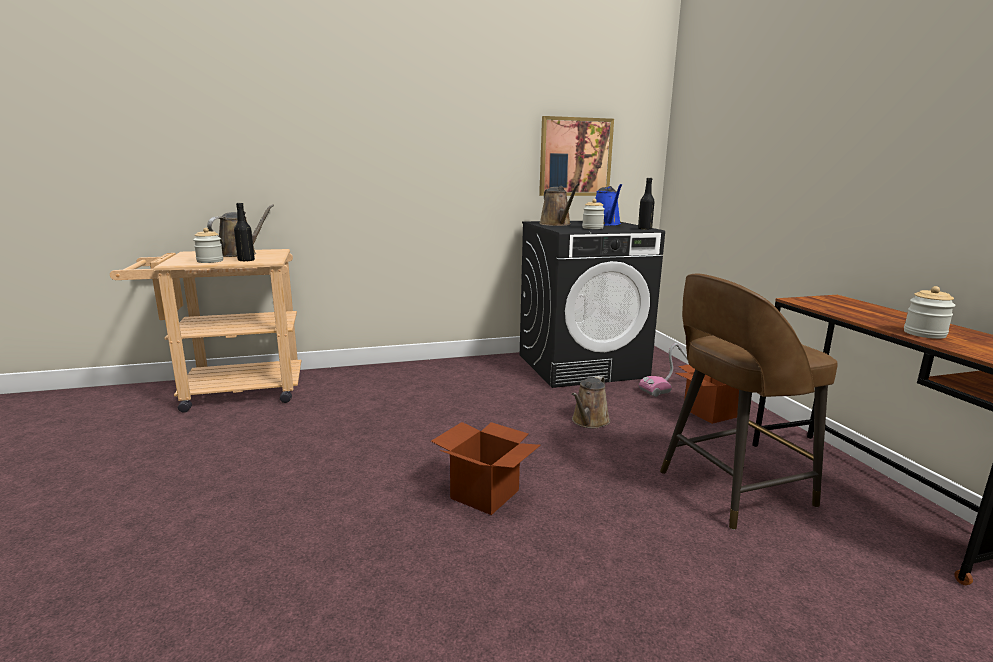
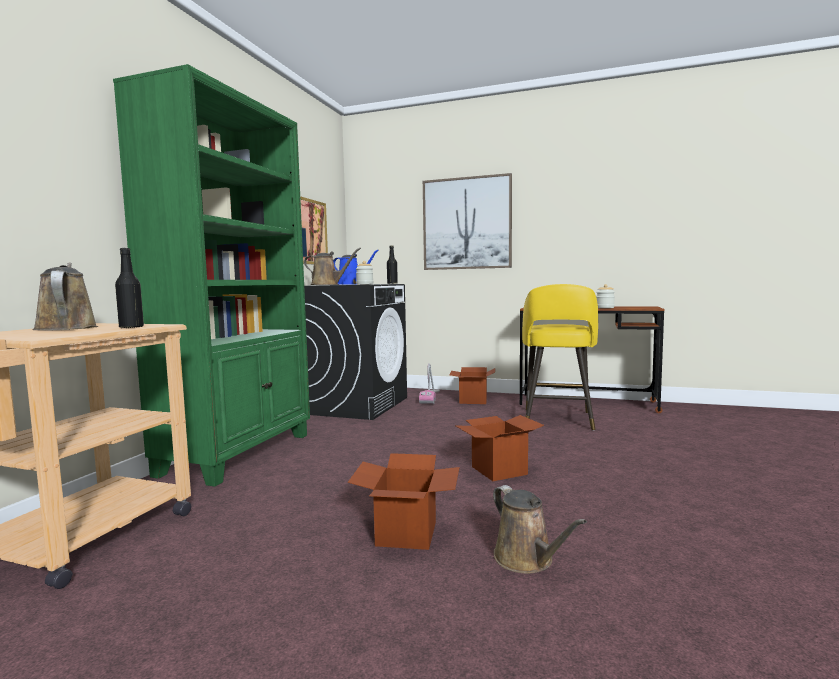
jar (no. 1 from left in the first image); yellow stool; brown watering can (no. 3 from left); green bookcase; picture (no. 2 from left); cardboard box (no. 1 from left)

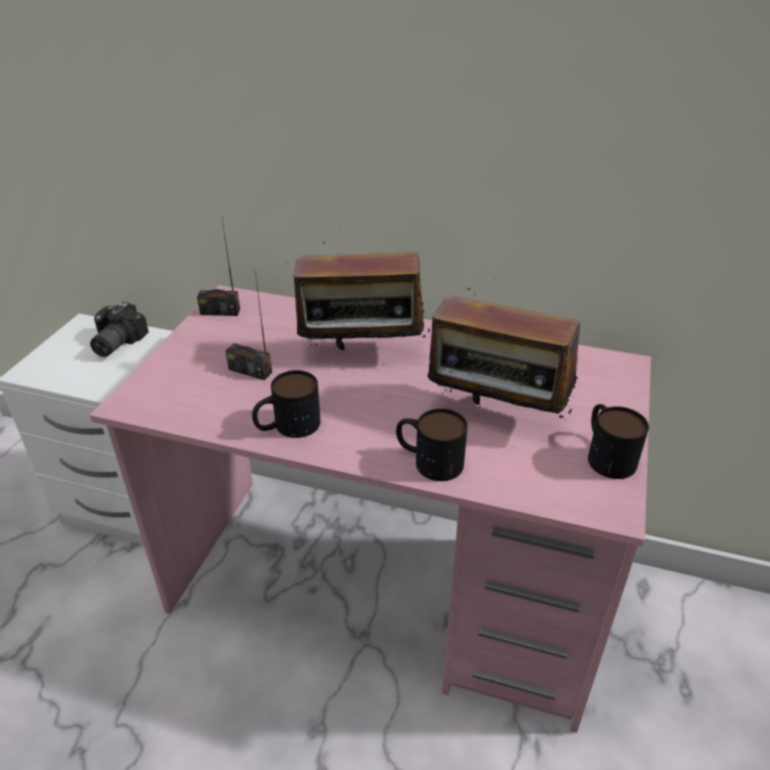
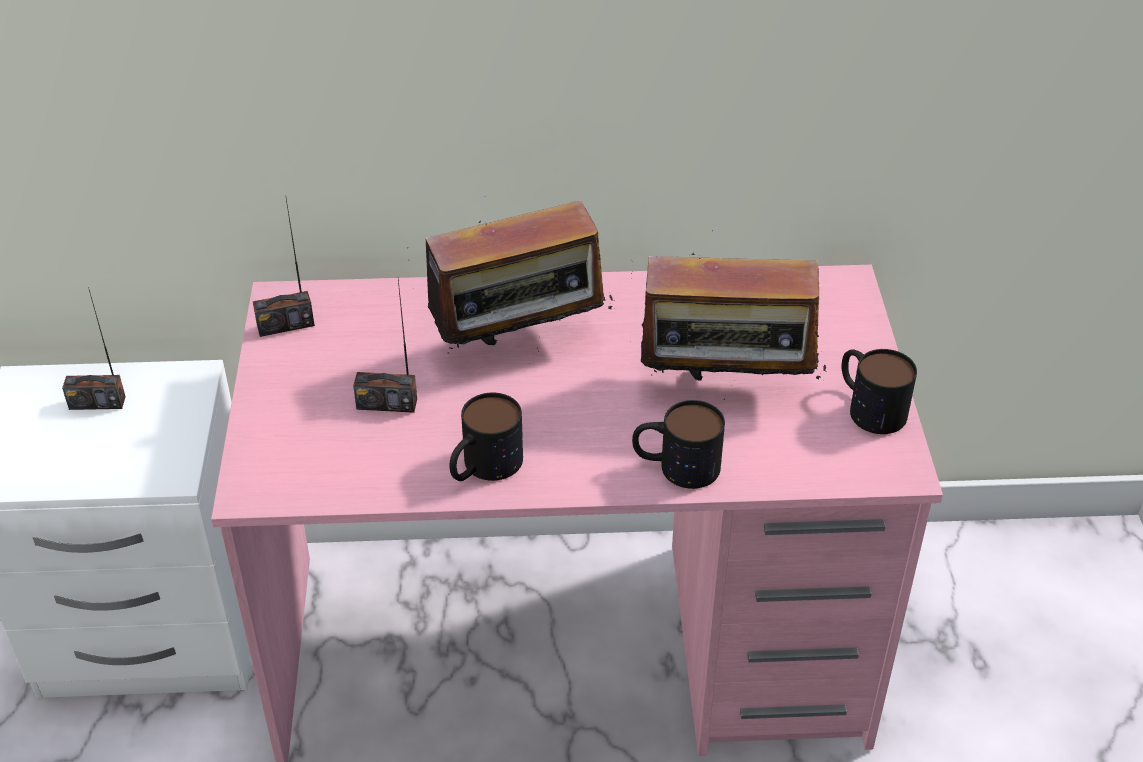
radio (no. 1 from left)

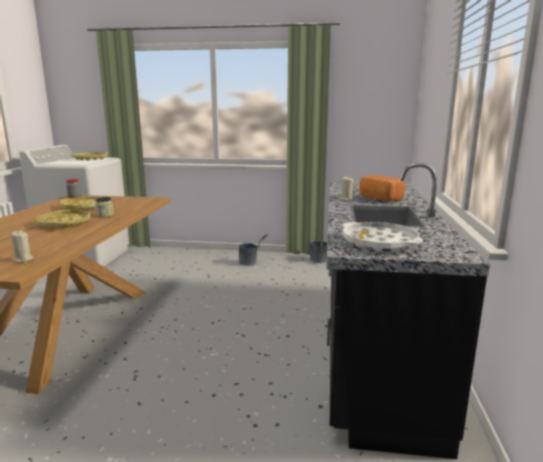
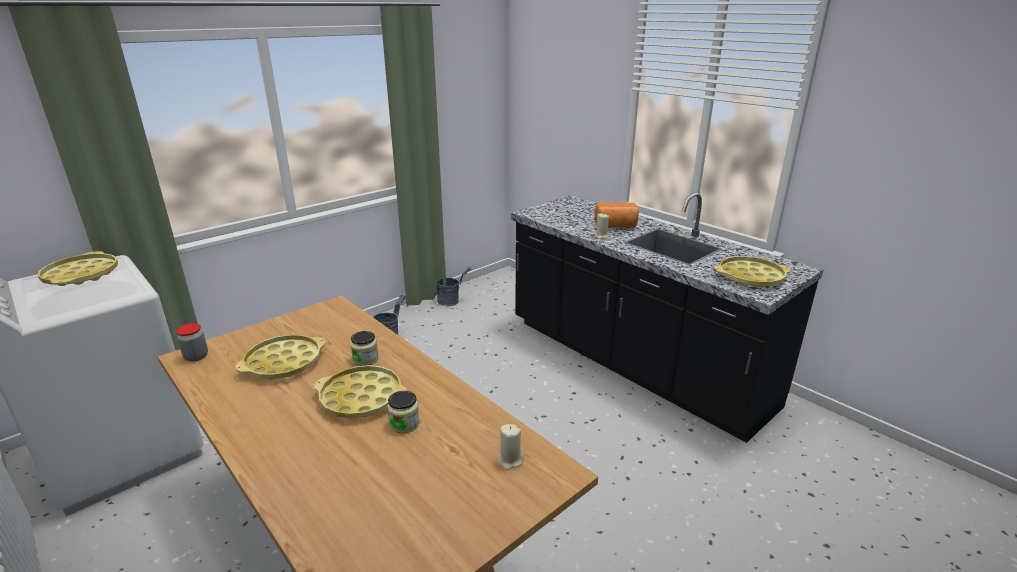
yellow tray (no. 4 from left); jar (no. 3 from left)

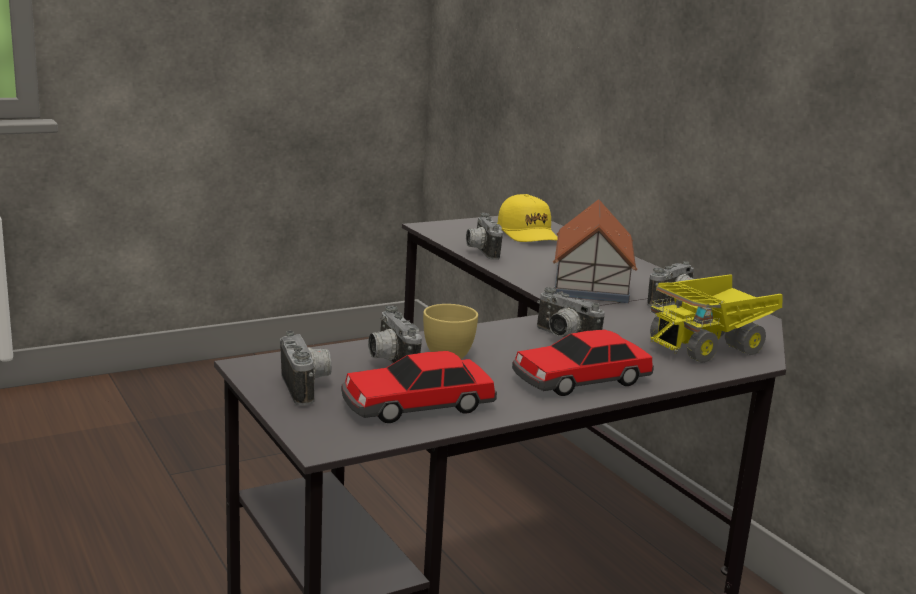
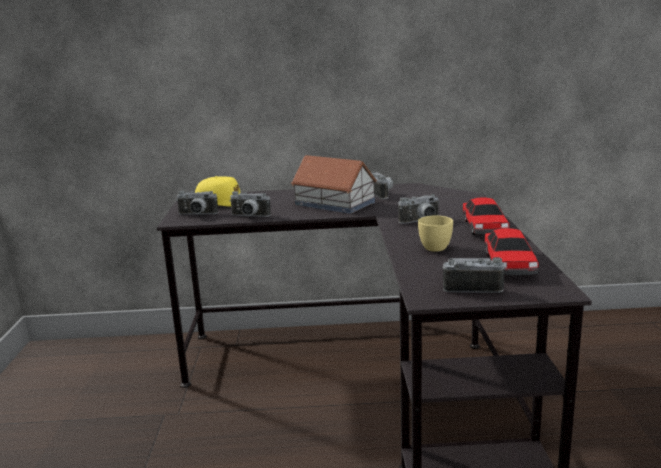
toy truck; photo camera (no. 1 from left)

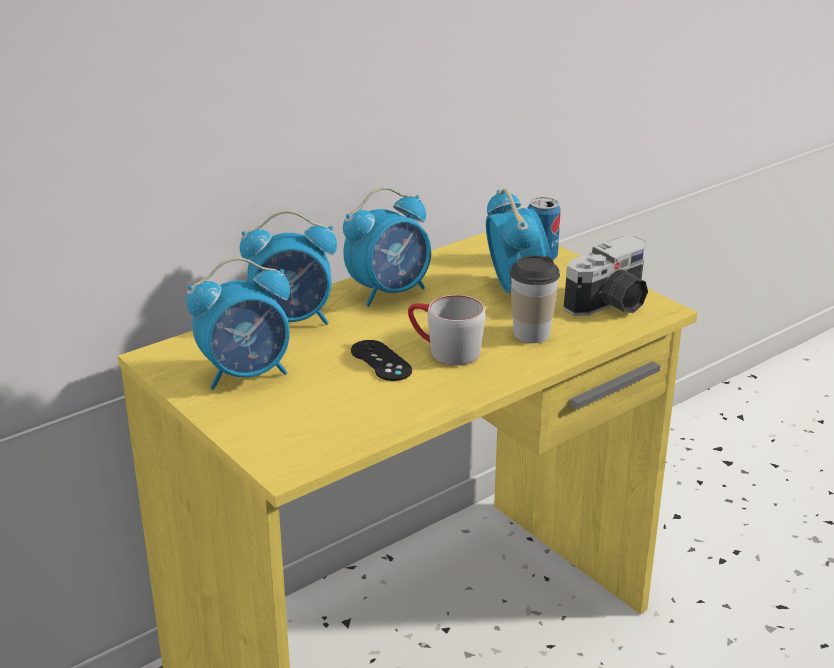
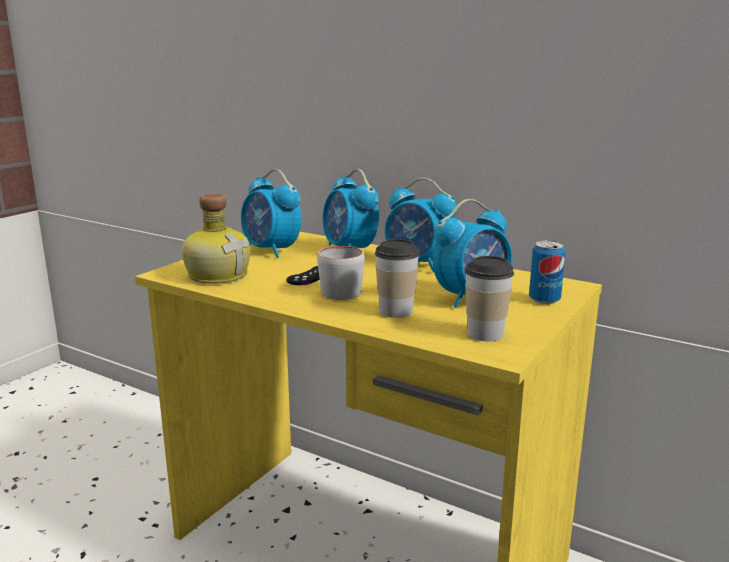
cup (no. 2 from left); bottle

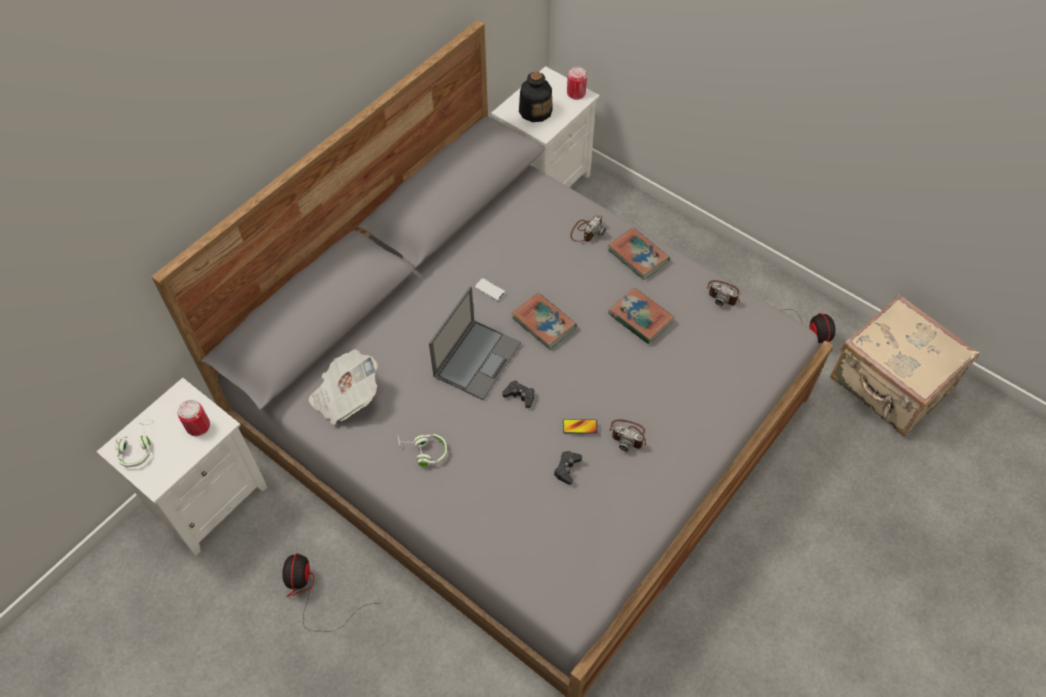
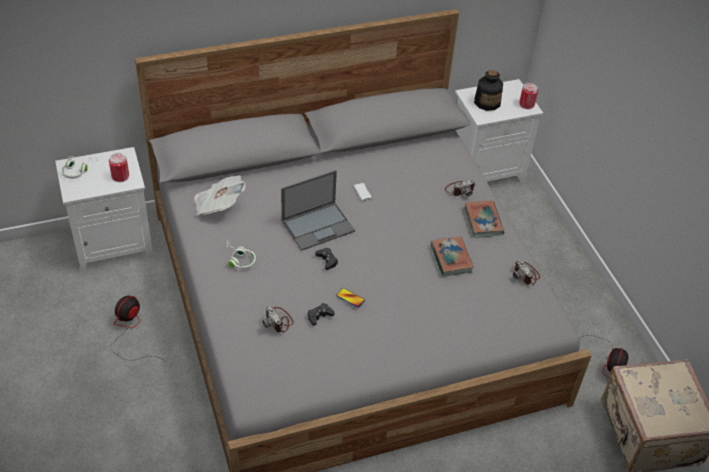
book (no. 1 from left in the first image); photo camera (no. 1 from left)

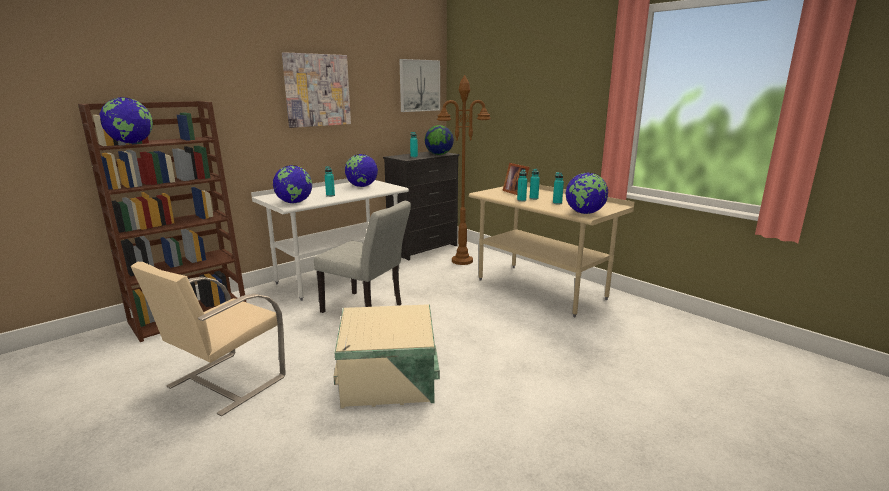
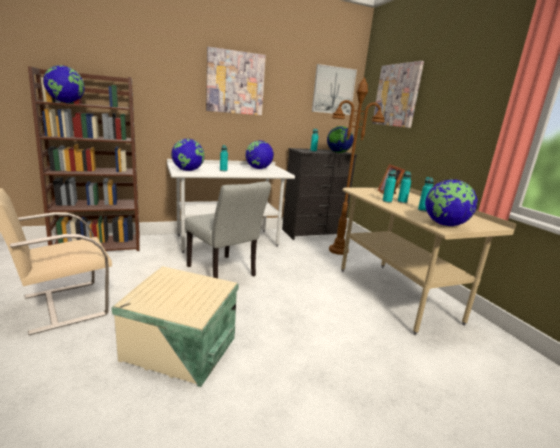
picture (no. 3 from left)

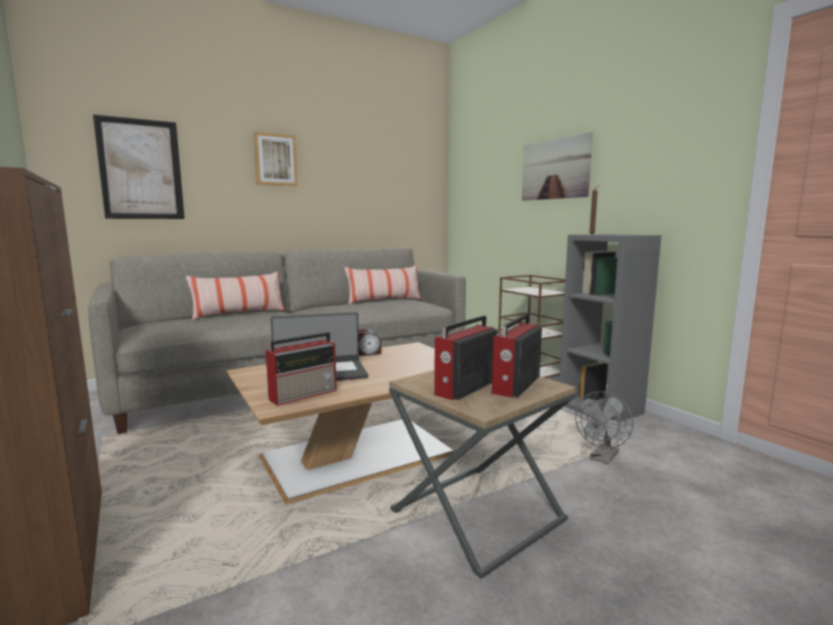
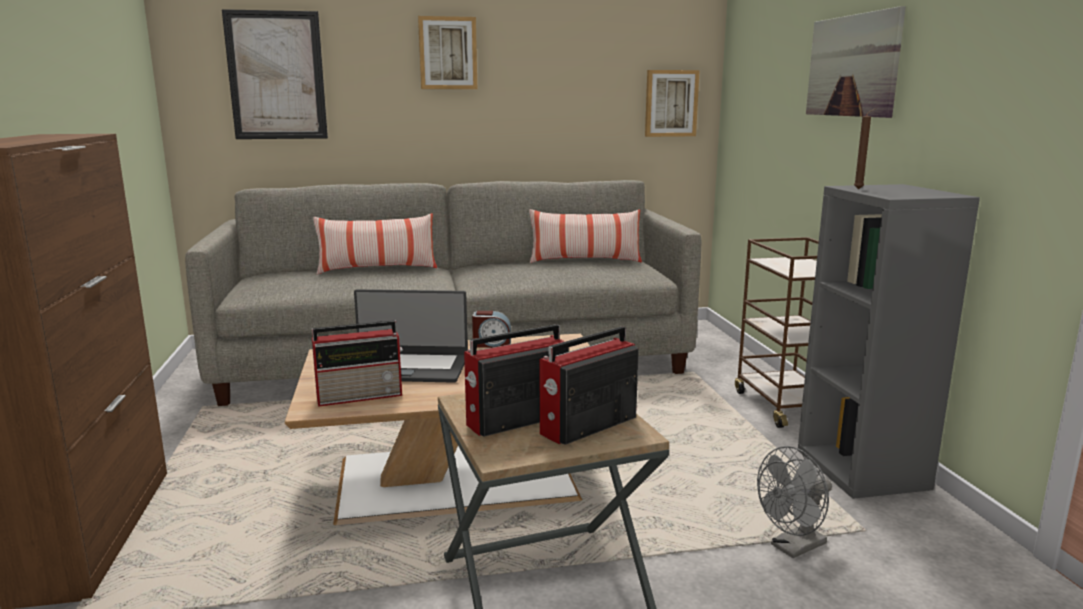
picture (no. 3 from left)

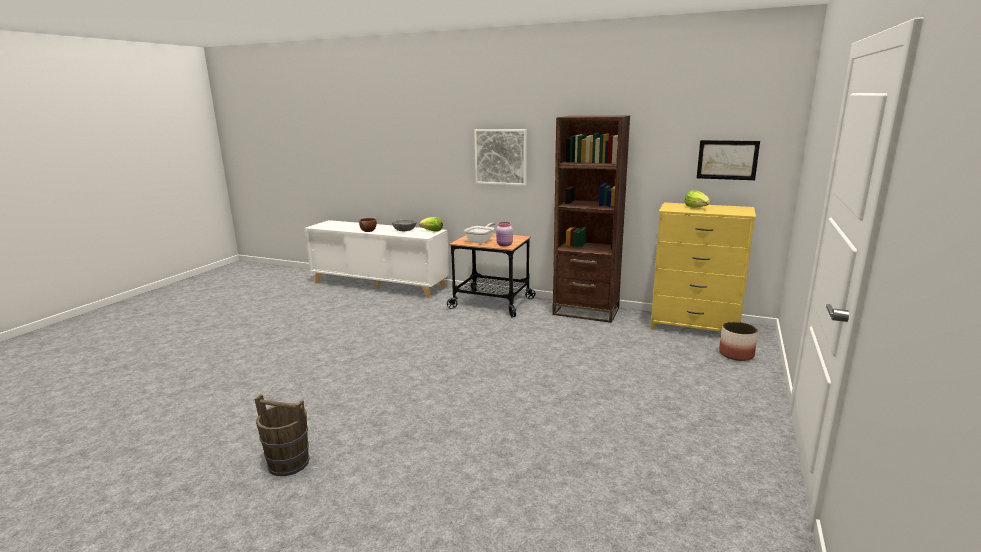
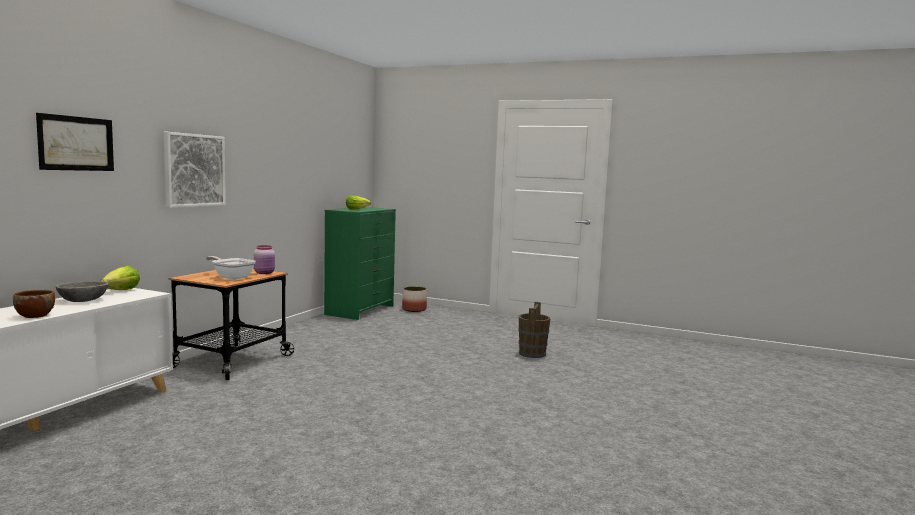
brown bookcase; picture (no. 1 from left); green dresser; brown bucket

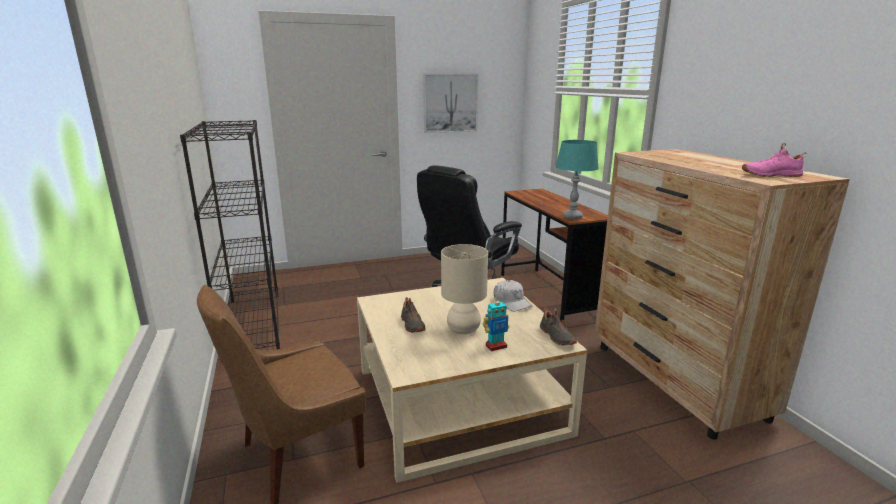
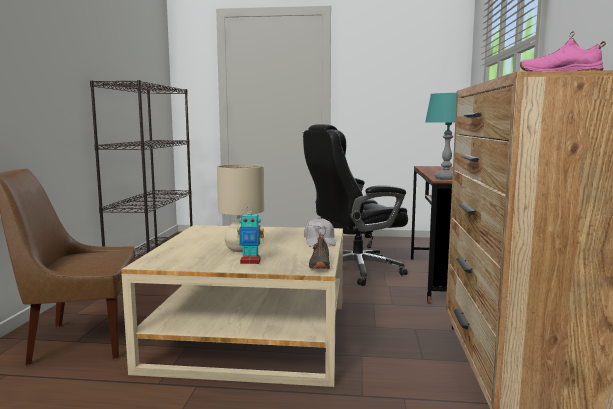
picture; black shoe (no. 1 from left in the first image)

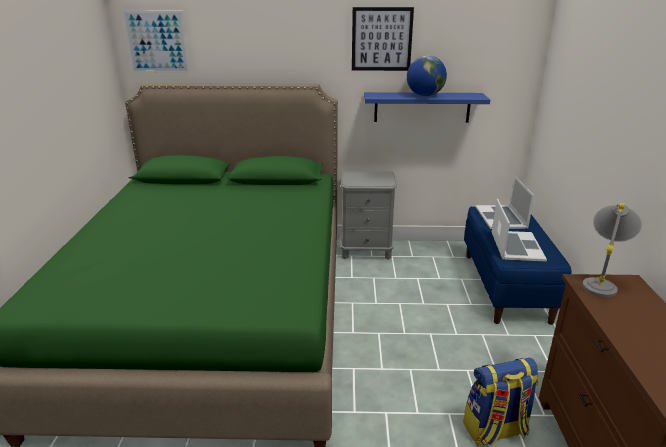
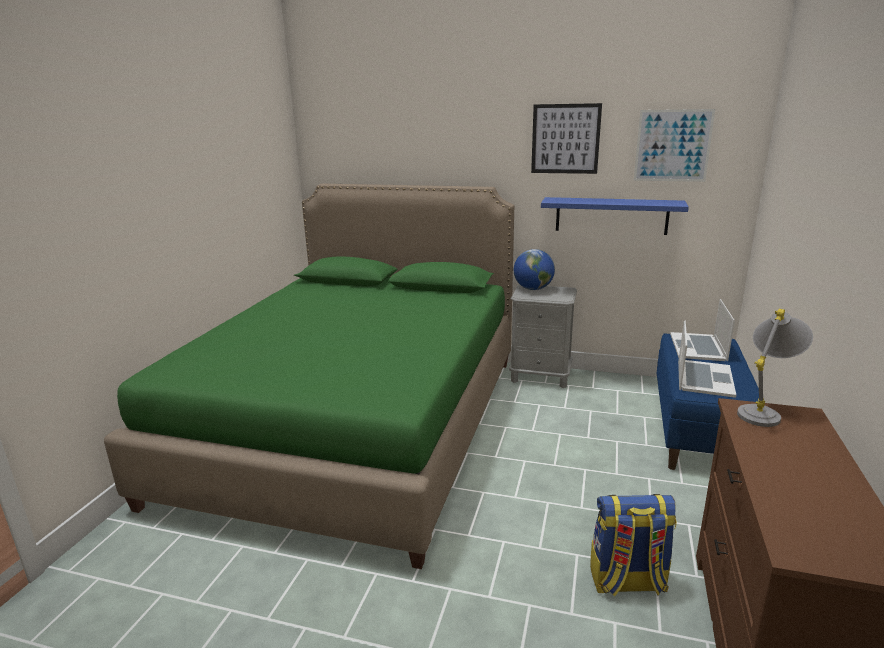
picture (no. 2 from left); globe

